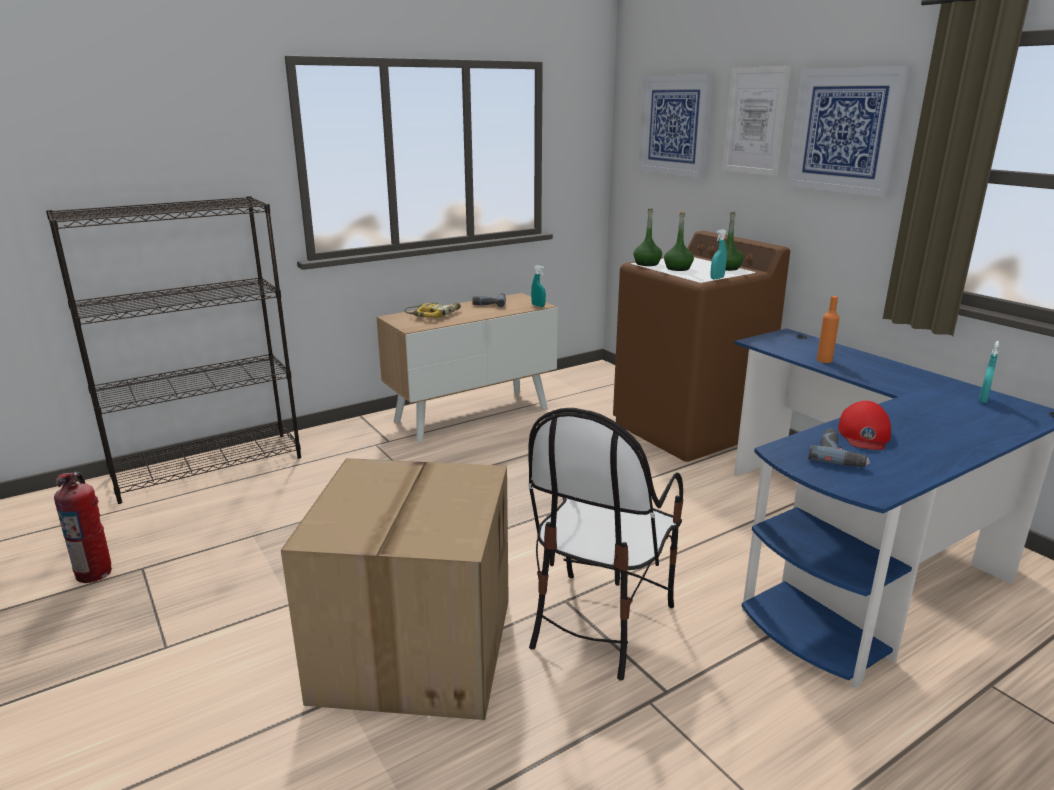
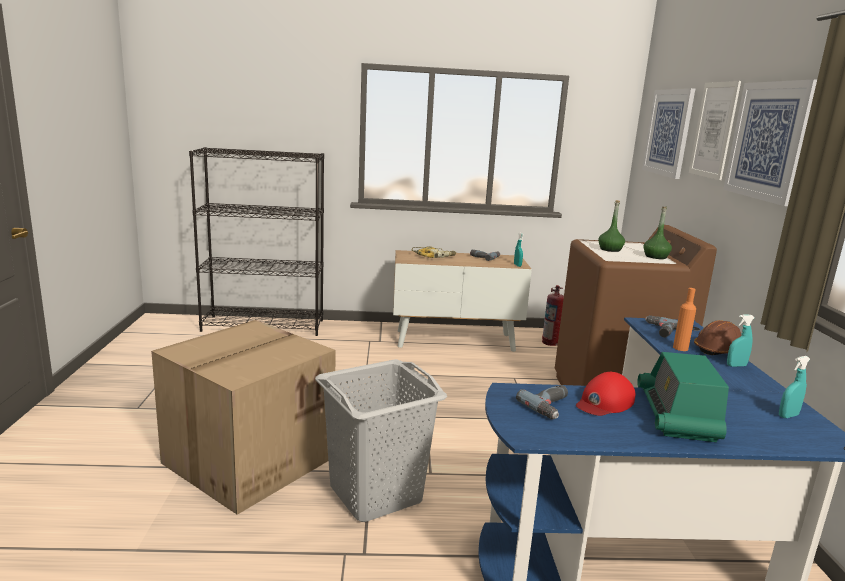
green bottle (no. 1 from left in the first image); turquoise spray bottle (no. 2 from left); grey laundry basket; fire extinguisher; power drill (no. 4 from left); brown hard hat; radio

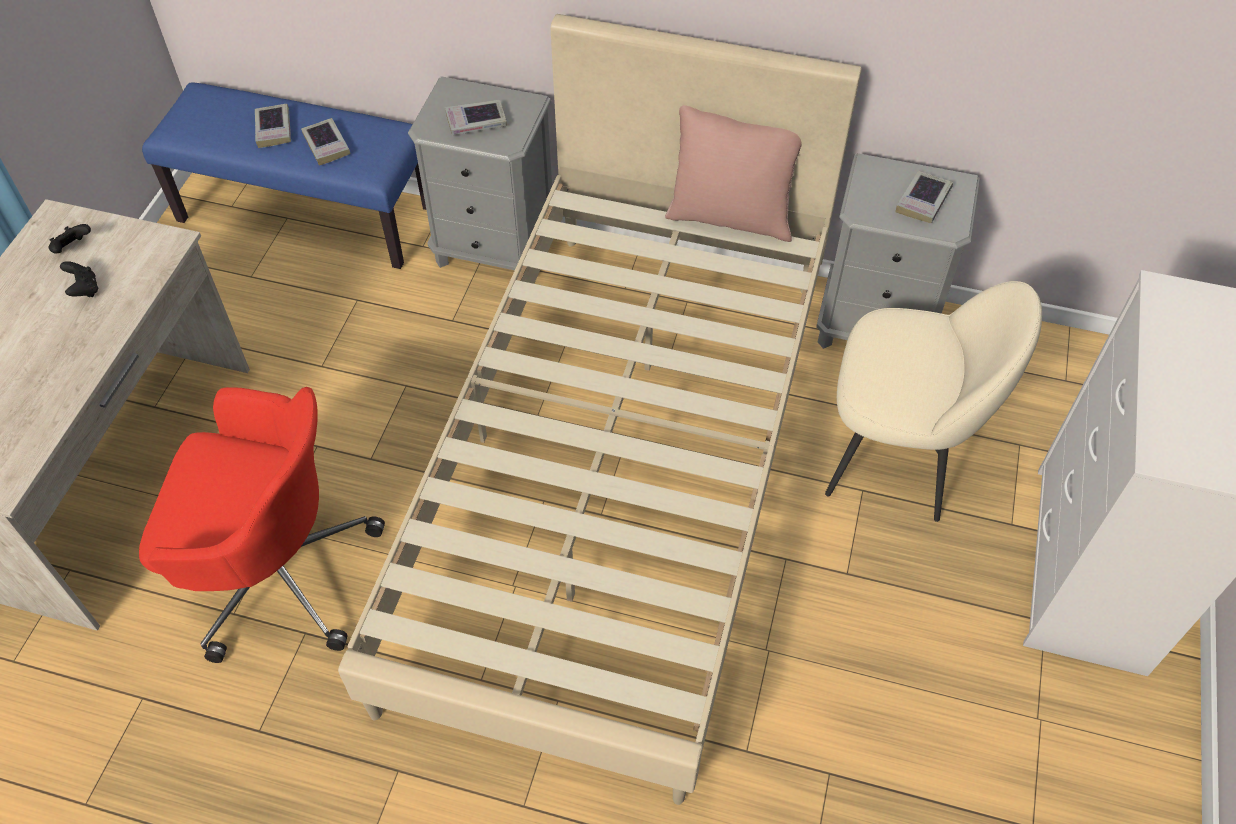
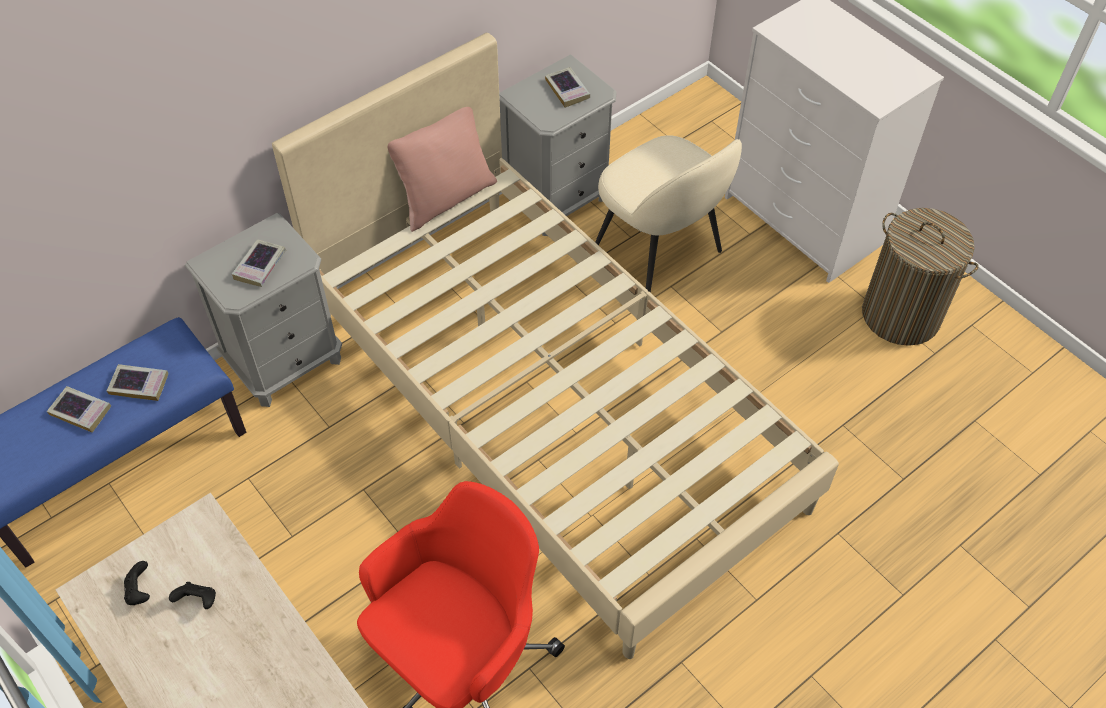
beige chair; laundry basket

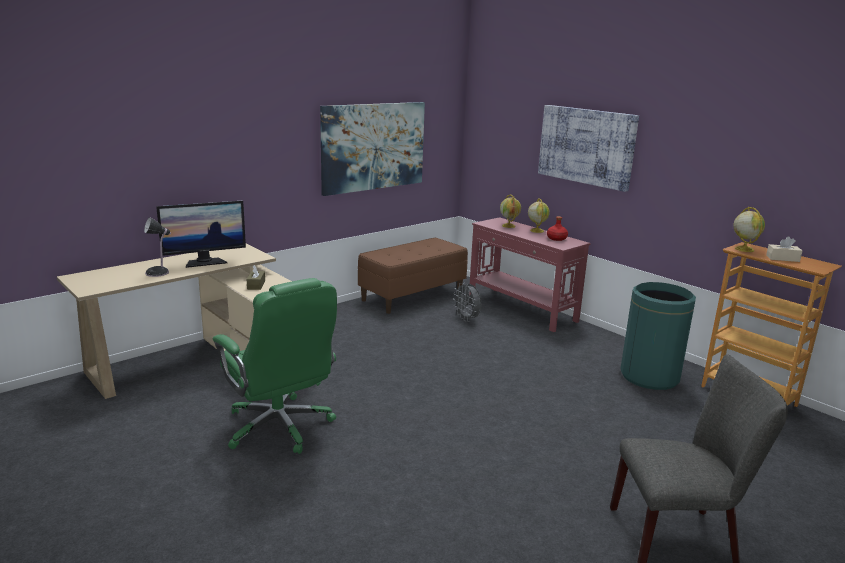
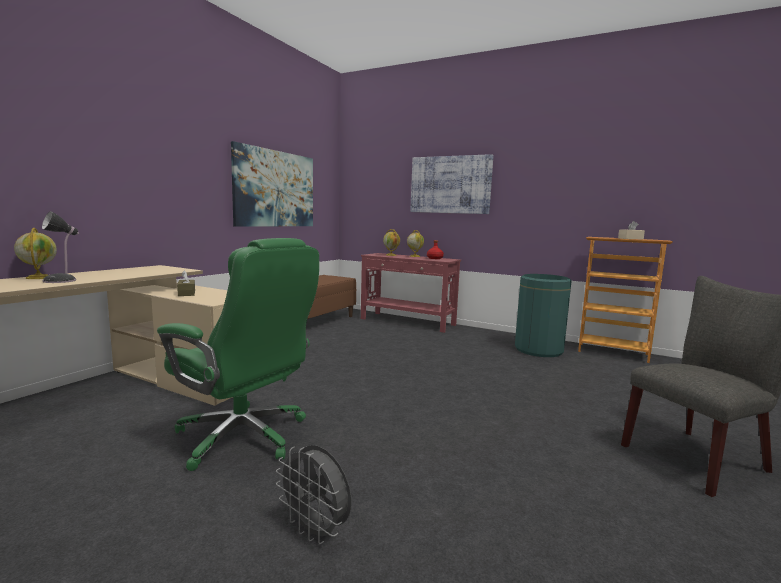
monitor; globe (no. 1 from left); grey fan

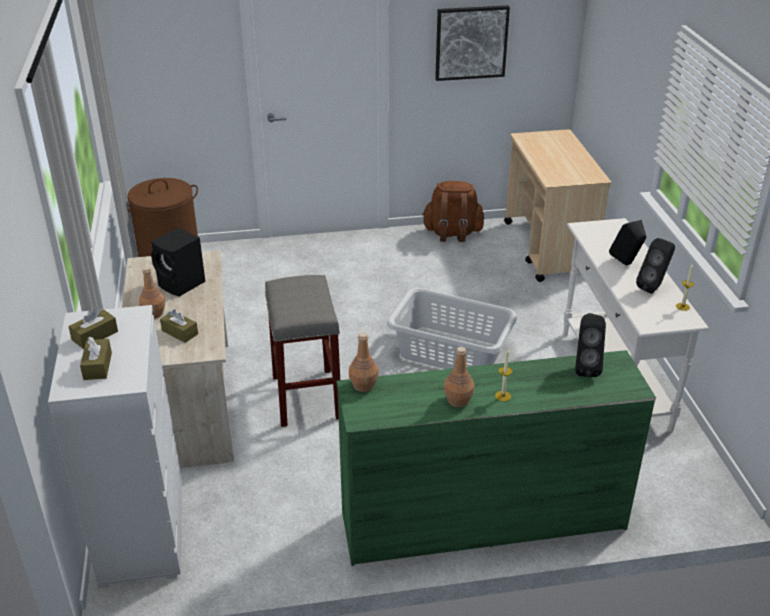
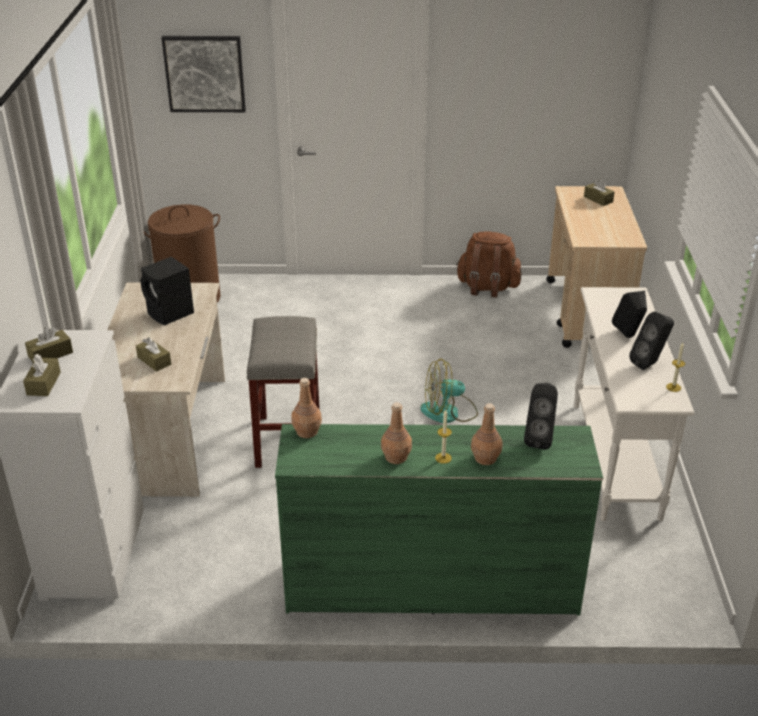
picture; brown bottle (no. 3 from left); fan; brown tissue box (no. 4 from left)

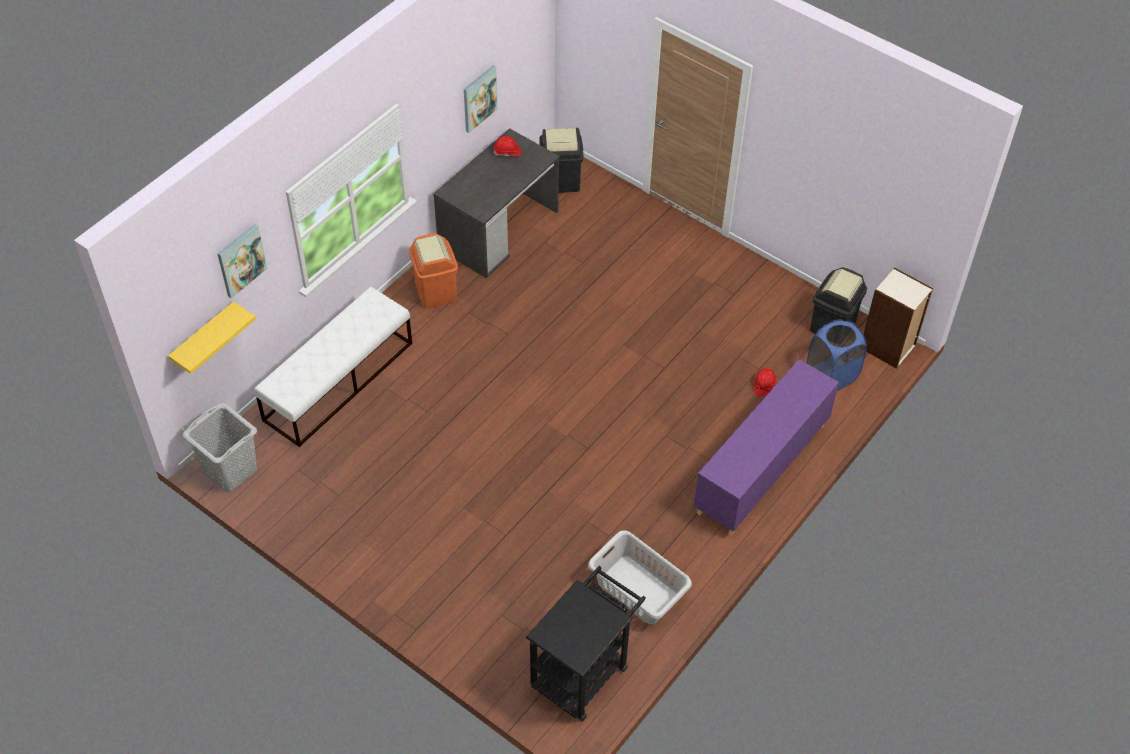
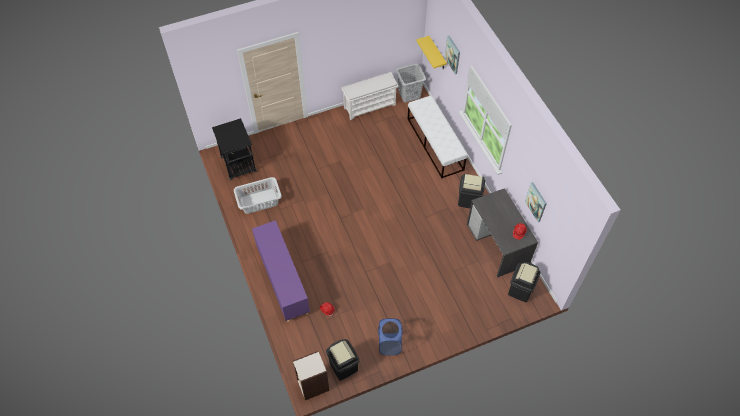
black trash can (no. 2 from left); blue laundry basket; white shoe rack

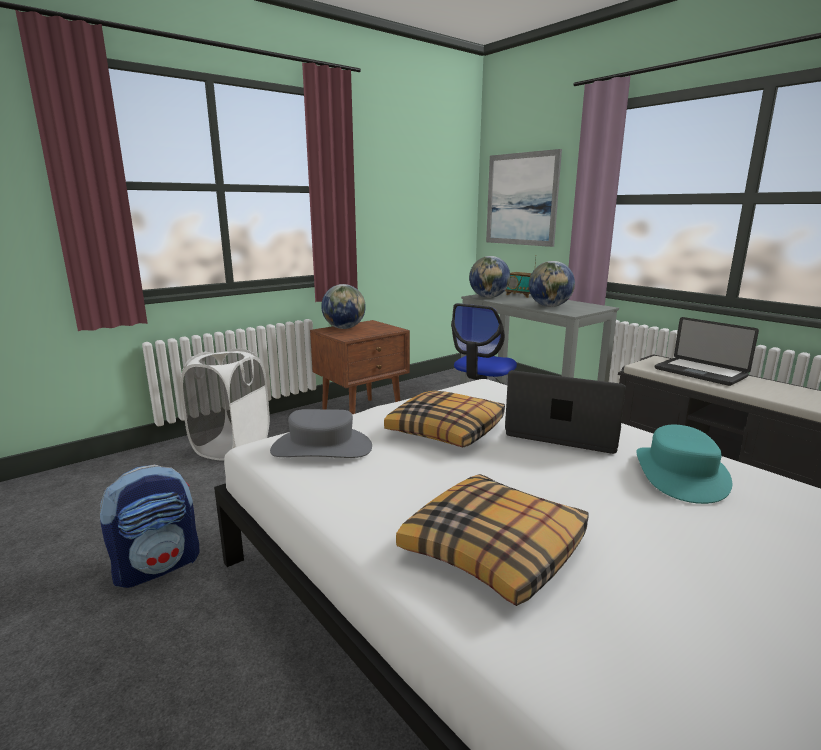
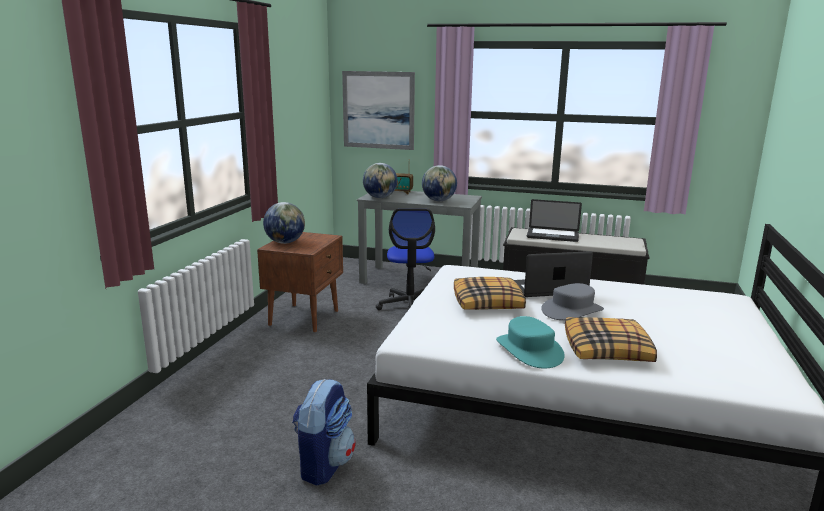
white laundry basket; grey hat; turquoise hat

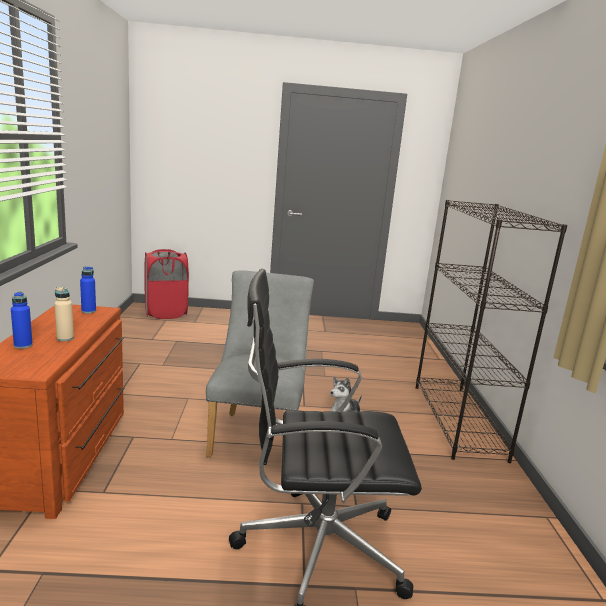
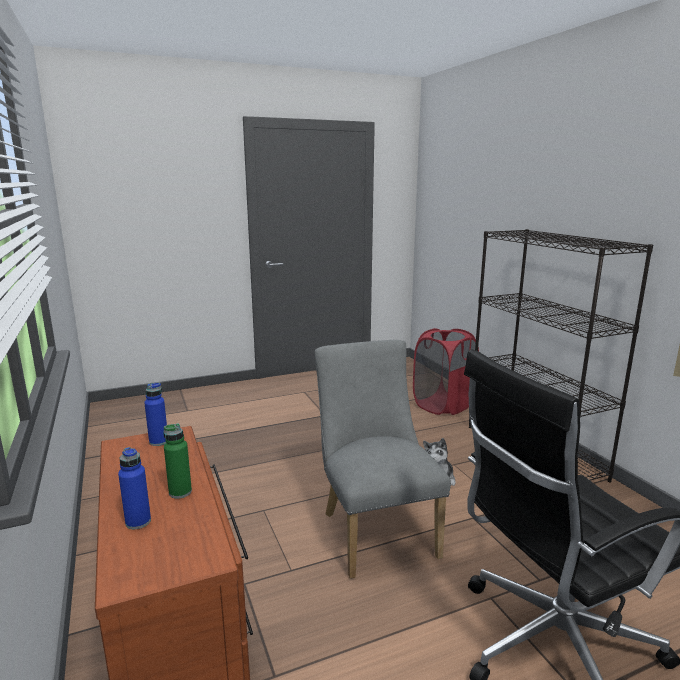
red laundry basket; green bottle

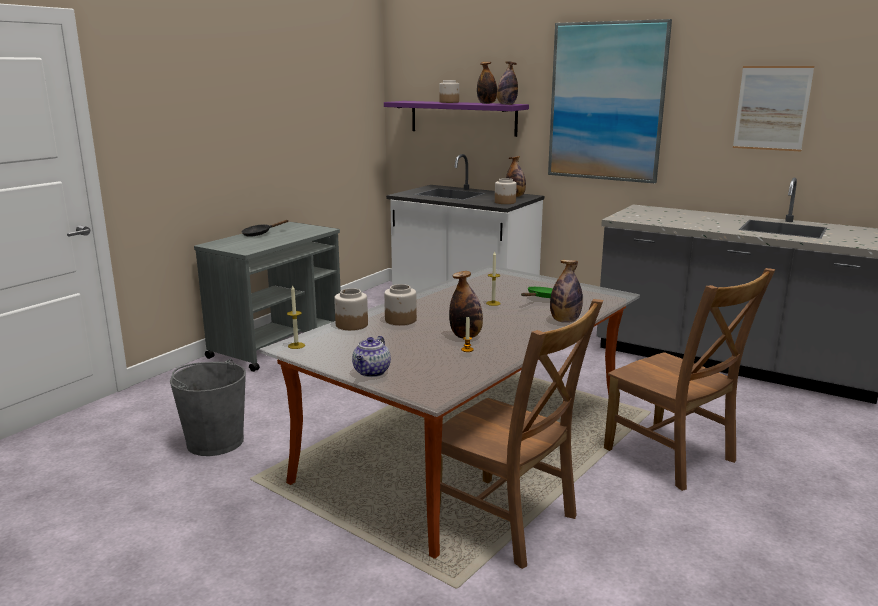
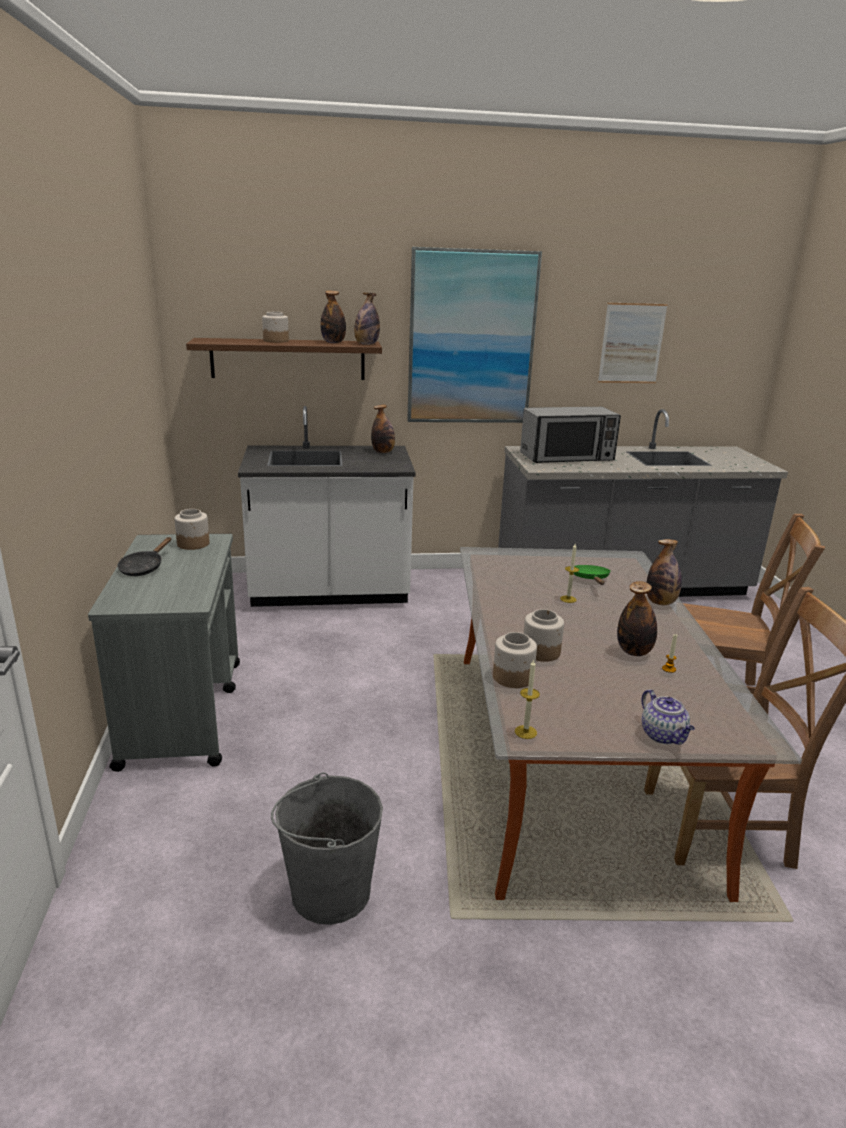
brown shelf; jar (no. 1 from left); microwave

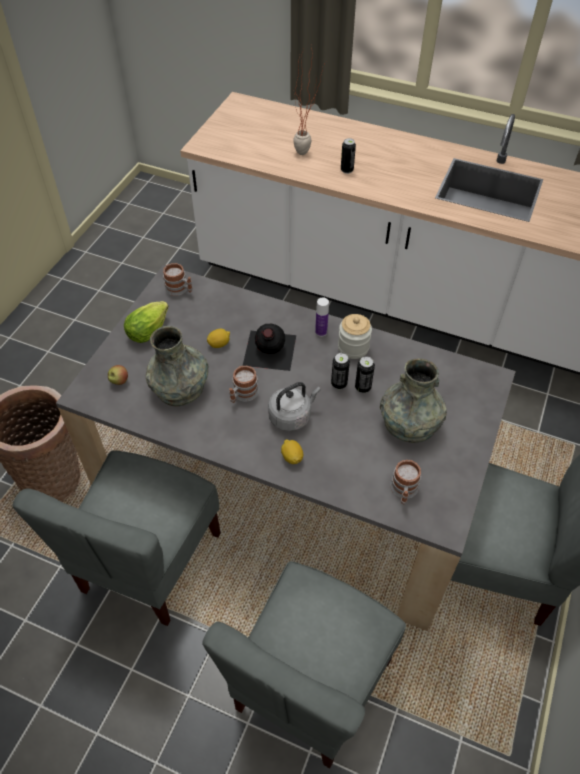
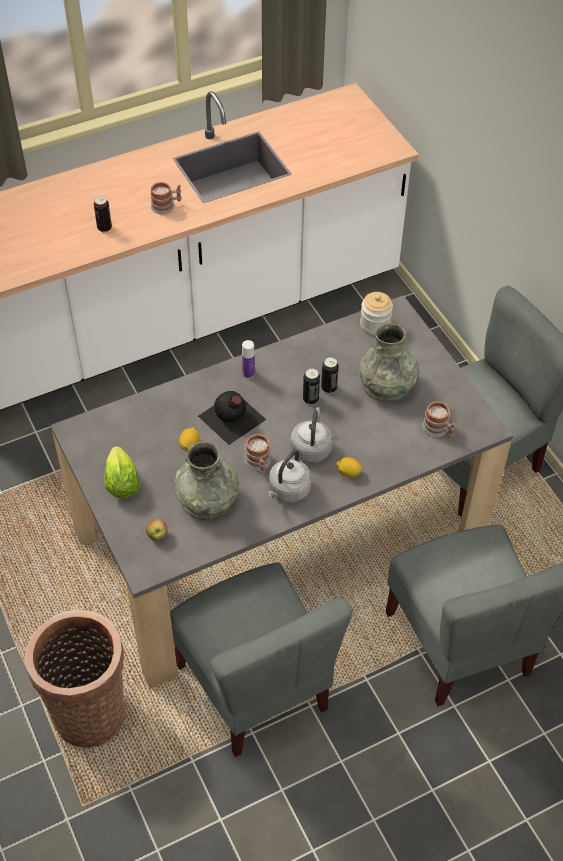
potted plant; mug (no. 1 from left); jar; grey kettle (no. 1 from left)

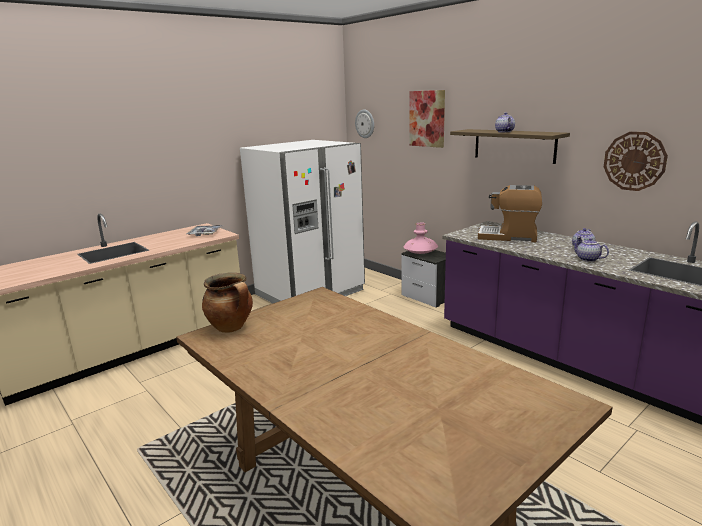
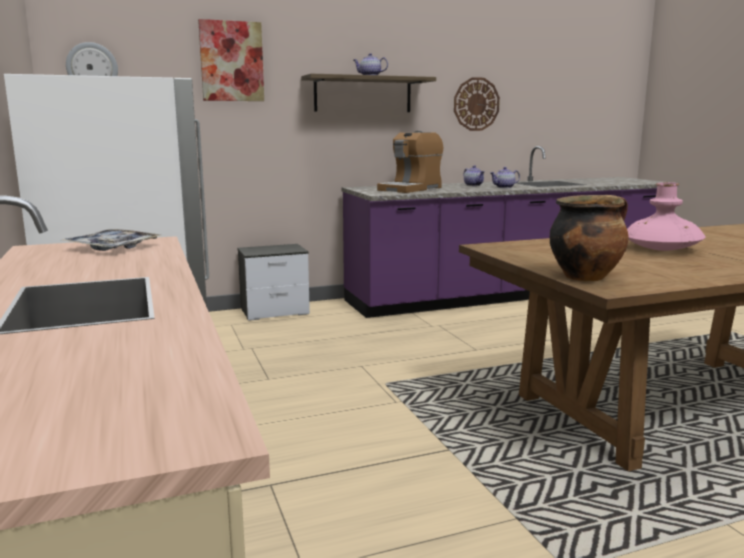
pink vase

